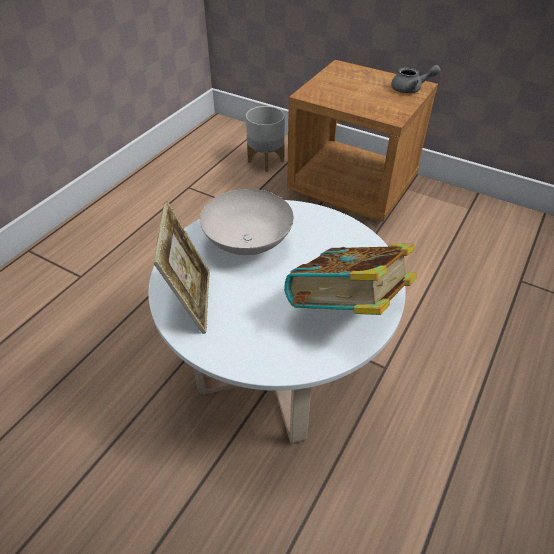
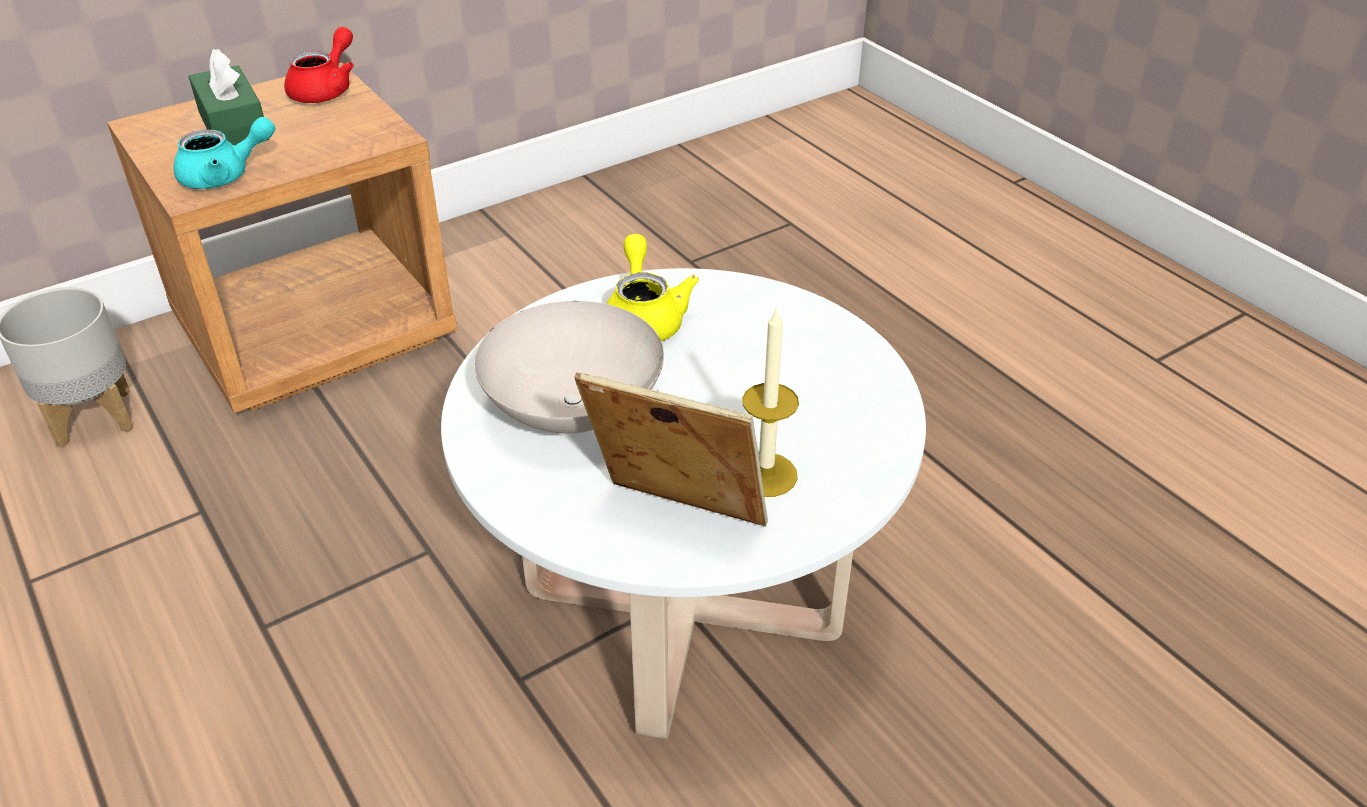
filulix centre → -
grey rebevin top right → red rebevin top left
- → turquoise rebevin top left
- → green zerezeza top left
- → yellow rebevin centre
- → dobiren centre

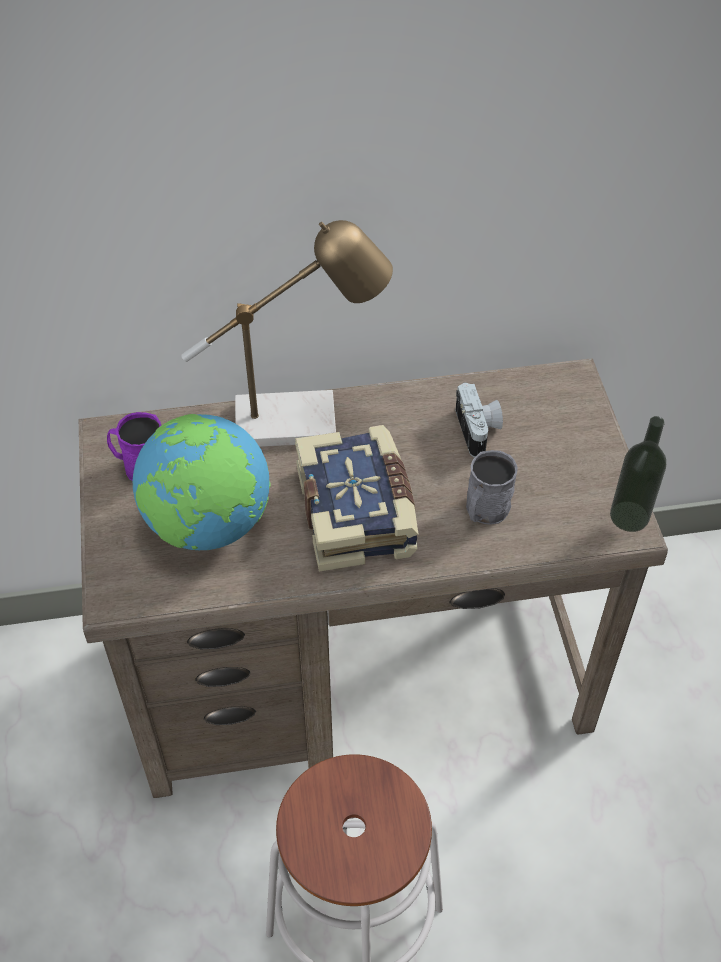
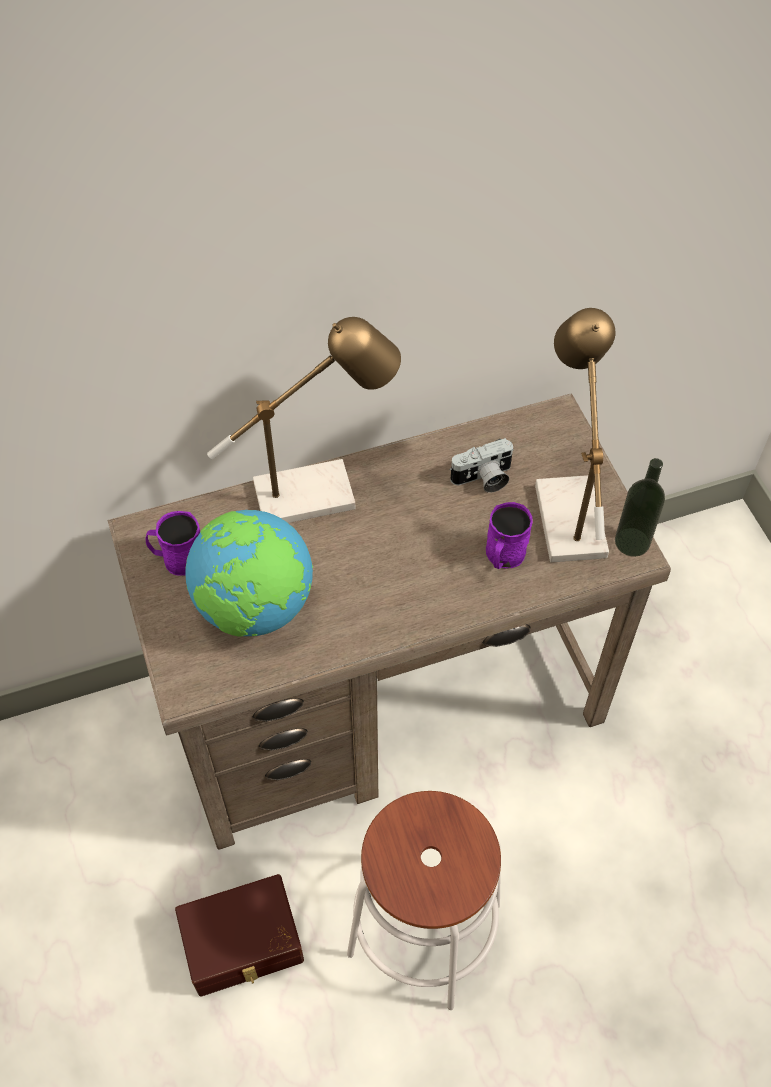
filulix centre → -
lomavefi centre, 90 degrees clockwise
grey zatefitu middle right → purple zatefitu (no. 2 from left) centre
- → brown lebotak bottom left
- → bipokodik (no. 2 from left) middle right

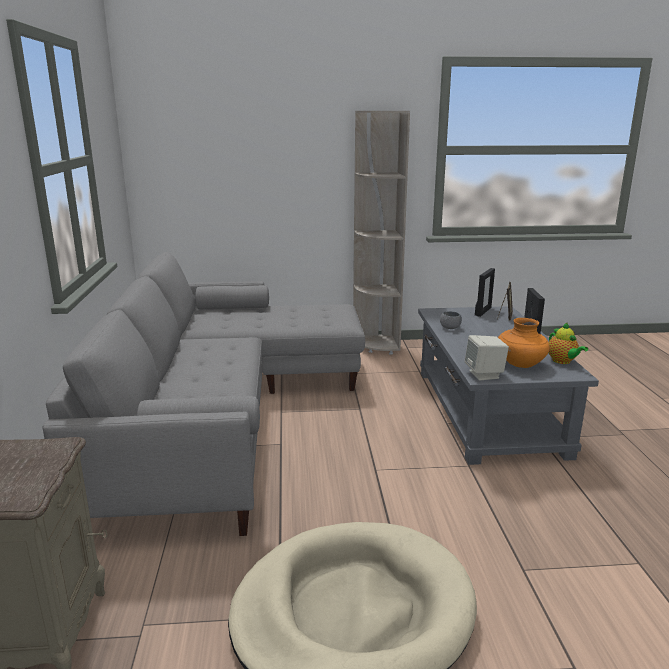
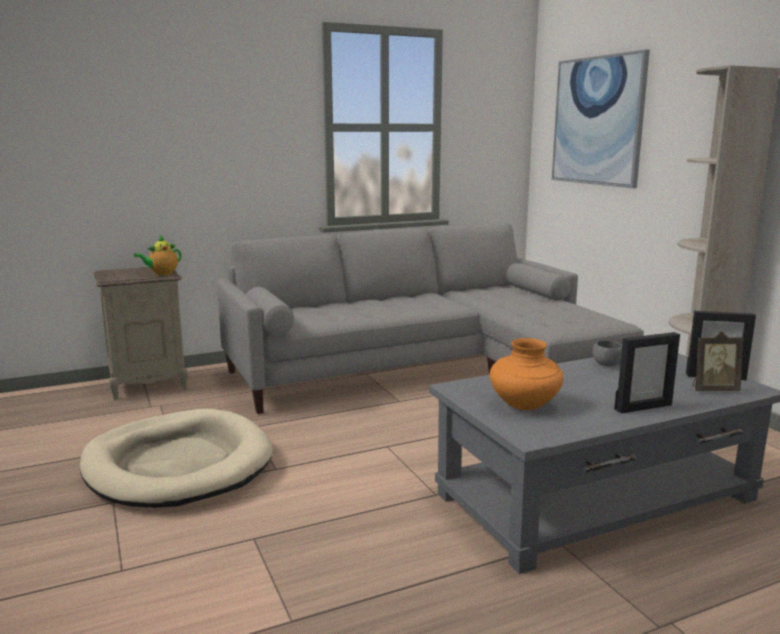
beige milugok middle right → -
rebevin middle right → rebevin middle left, shifted
- → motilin top right

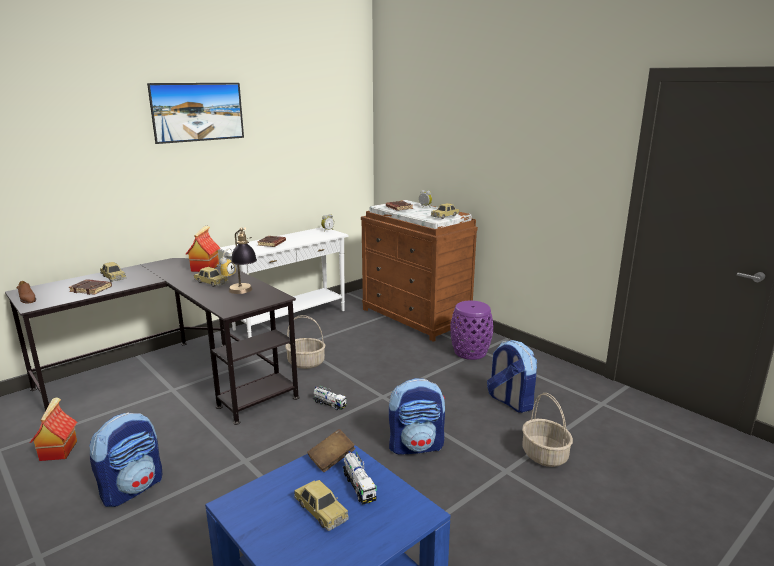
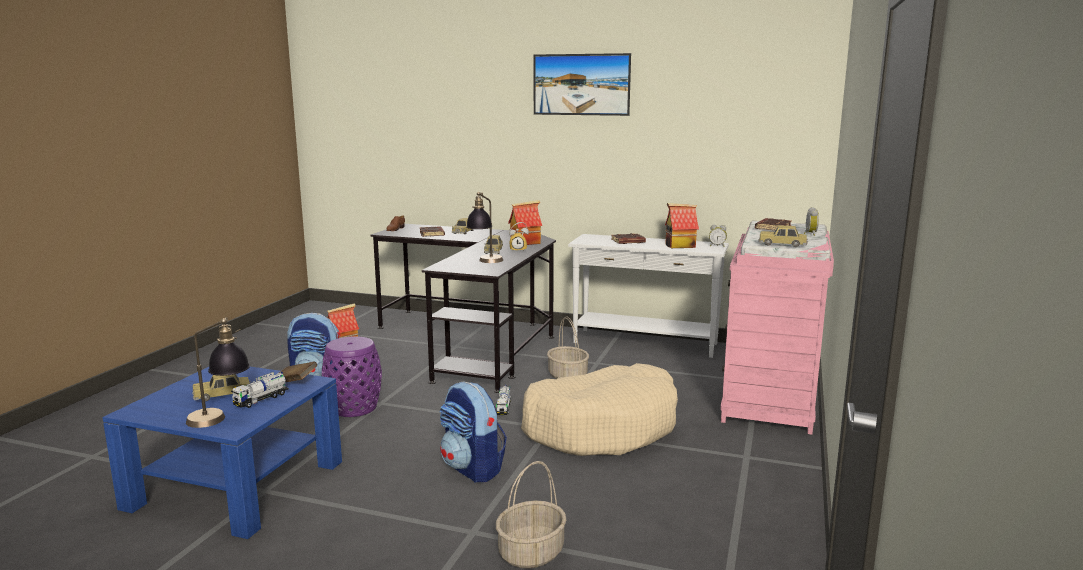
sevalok (no. 3 from left in the first image) bottom centre → sevalok (no. 1 from left) bottom left, 45 degrees clockwise
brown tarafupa centre → pink tarafupa middle right
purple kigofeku centre → purple kigofeku middle left, shifted
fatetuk (no. 3 from left) centre → -
- → bipokodik (no. 1 from left) middle left
- → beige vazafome bottom centre
- → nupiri (no. 3 from left) centre

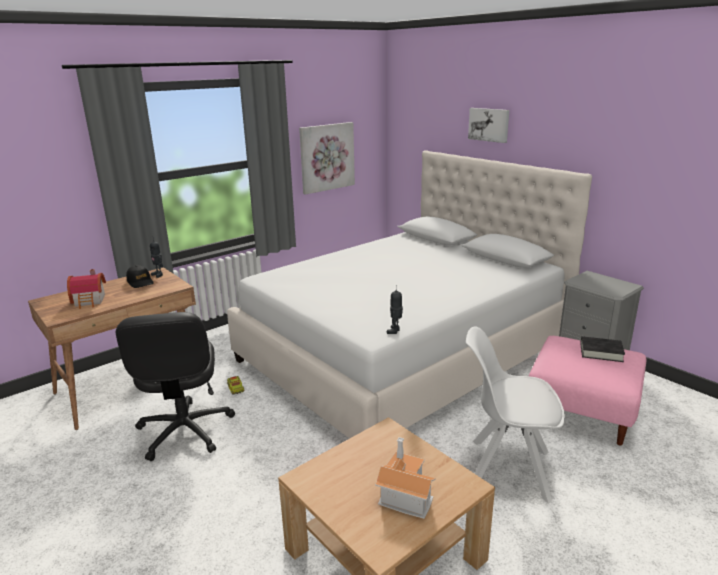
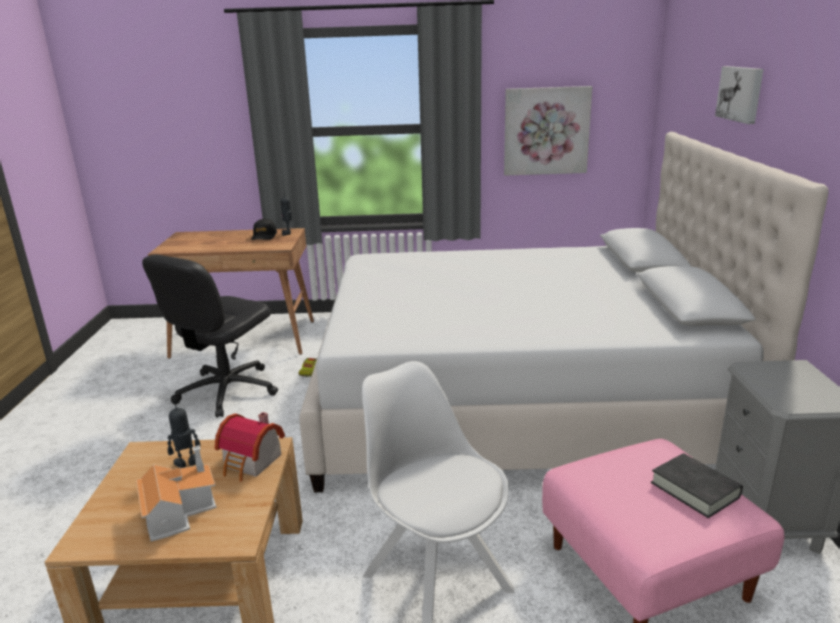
nupiri (no. 1 from left in the first image) middle left → nupiri (no. 2 from left) bottom left, shifted
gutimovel (no. 2 from left in the first image) centre → gutimovel (no. 1 from left) bottom left, shifted

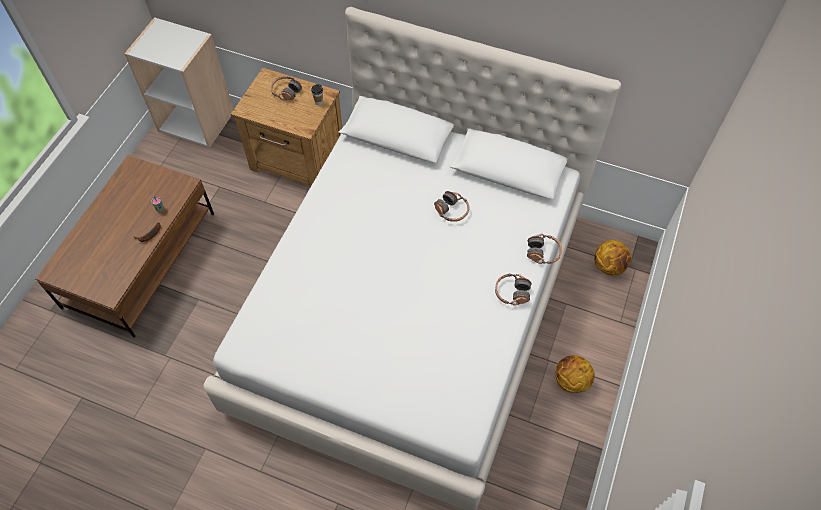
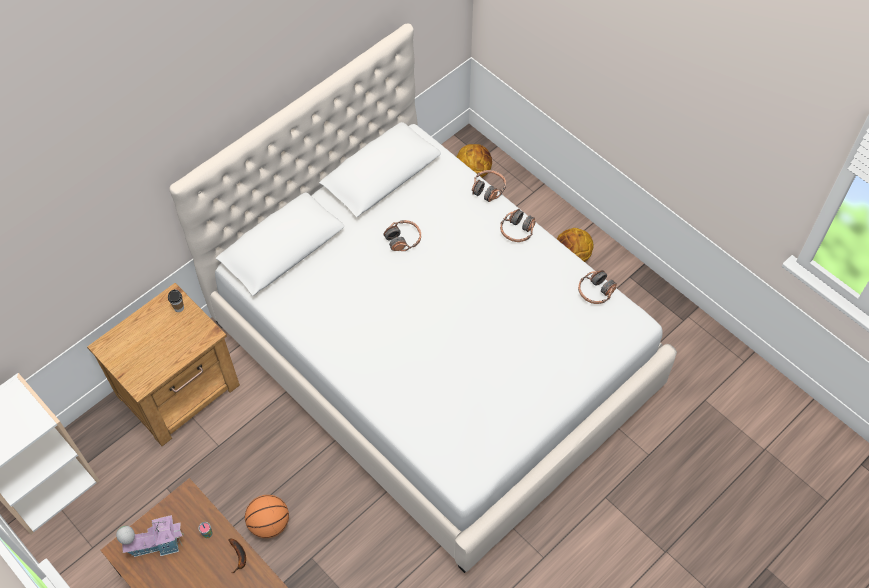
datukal (no. 1 from left in the first image) top centre → datukal (no. 4 from left) middle right, shifted
- → nupiri bottom left
- → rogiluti (no. 1 from left) bottom left

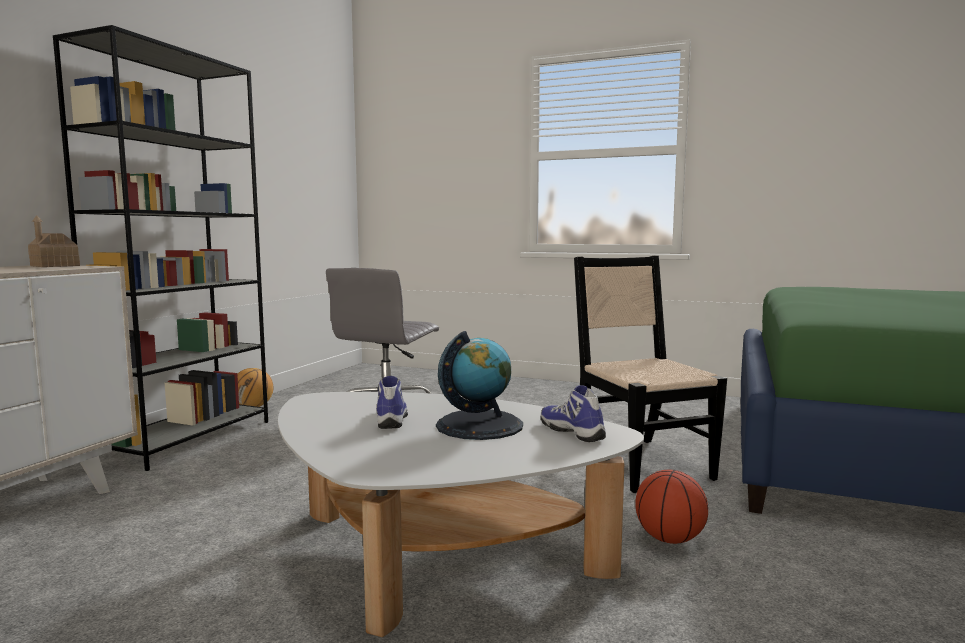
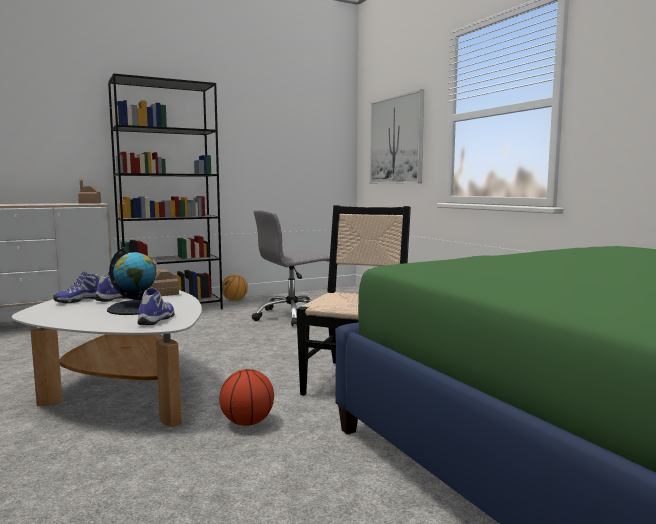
- → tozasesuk (no. 1 from left) middle left
- → nupiri (no. 2 from left) middle left
- → motilin top centre

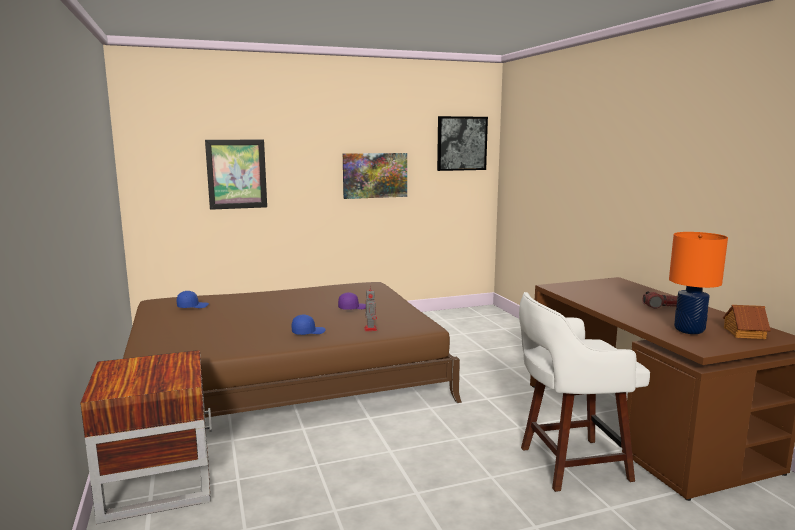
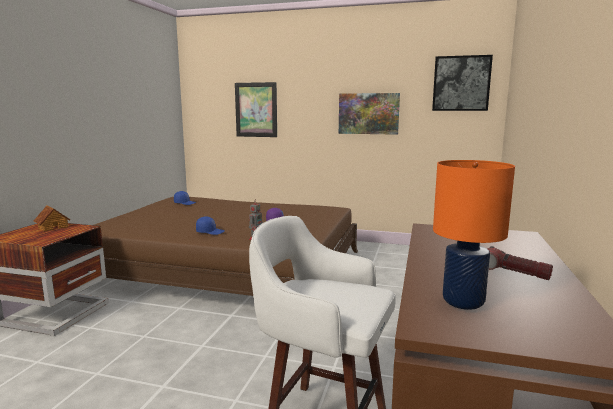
nupiri middle right → nupiri middle left, shifted

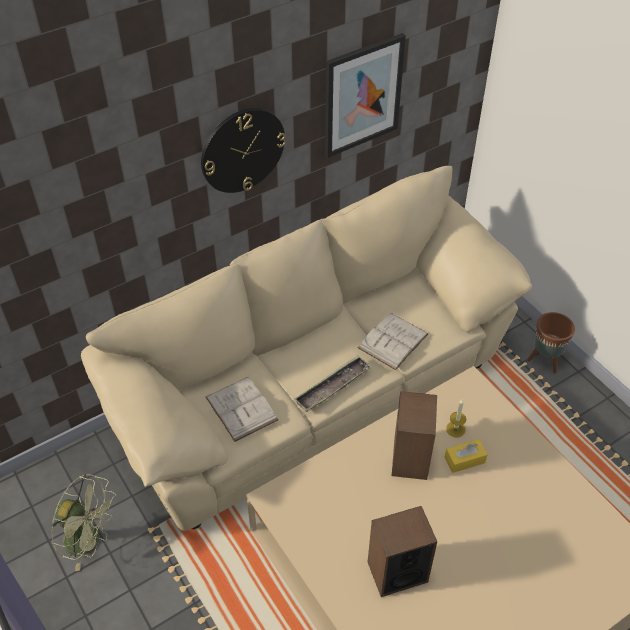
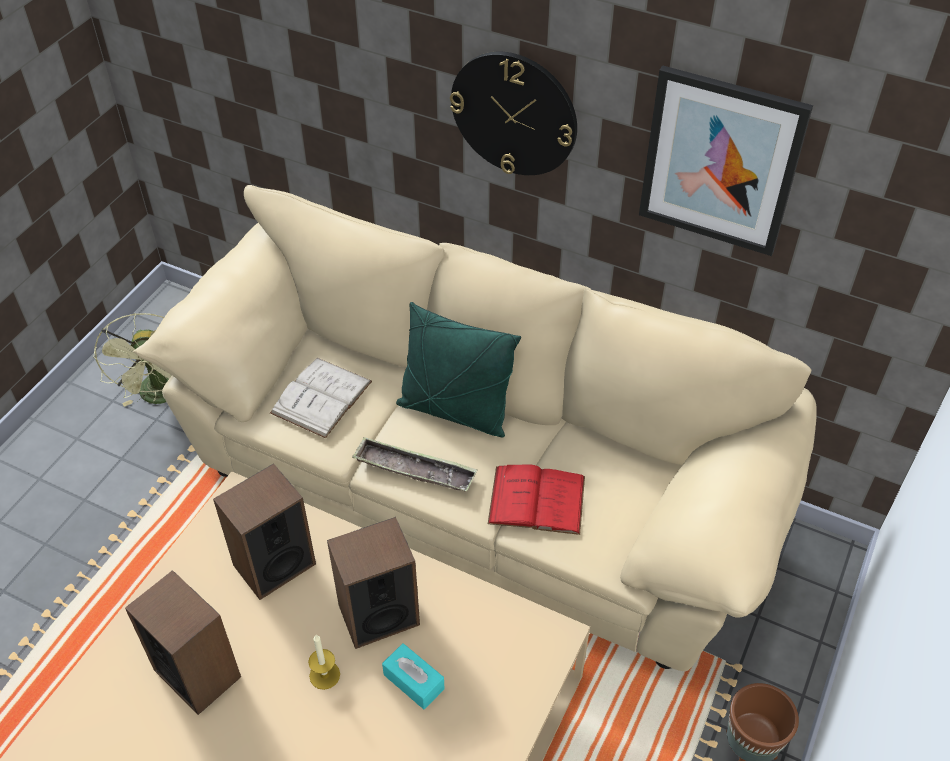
white filulix (no. 2 from left) centre → red filulix centre
yellow zerezeza bottom right → turquoise zerezeza bottom centre
dobiren middle right → dobiren bottom centre, shifted
- → milugok (no. 2 from left) bottom left
- → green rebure centre

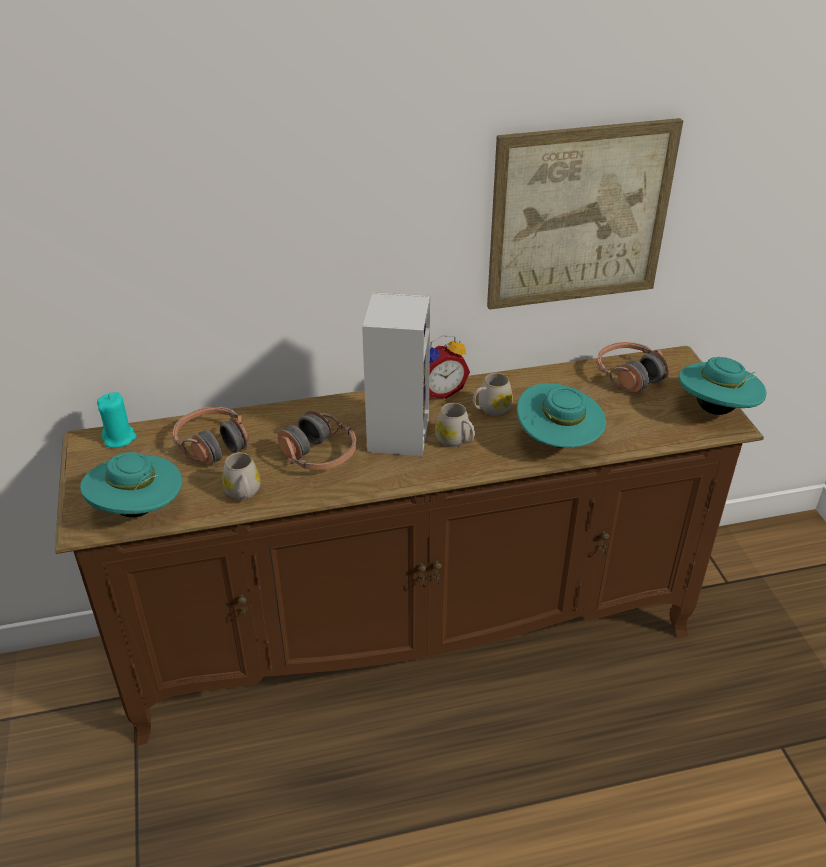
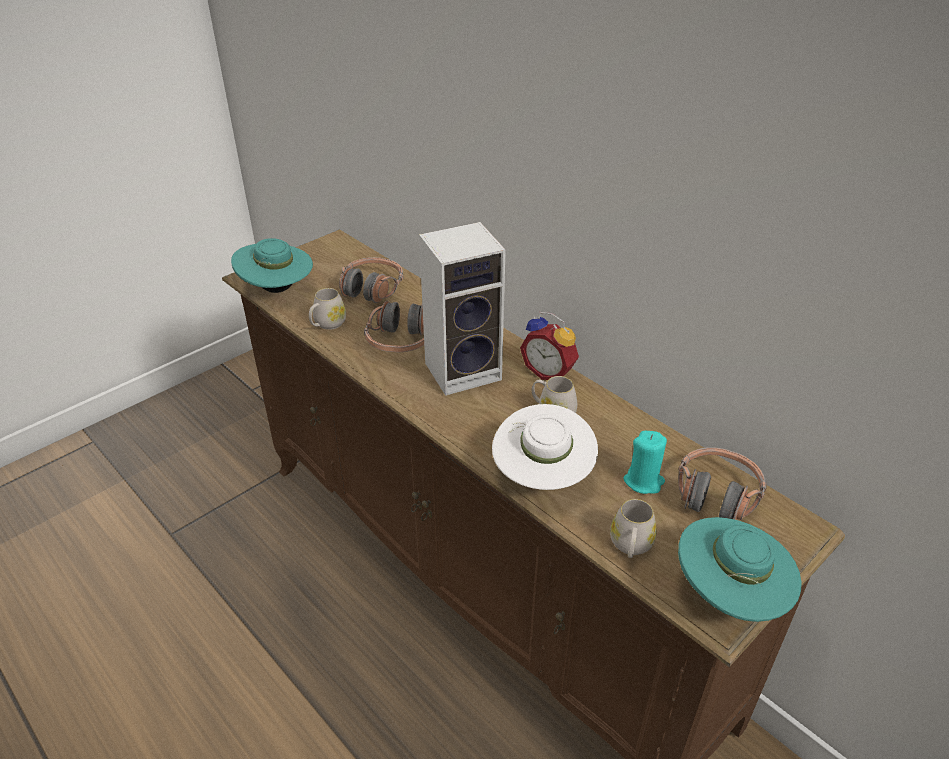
turquoise dobiren middle left → turquoise dobiren middle right, shifted
white zatefitu (no. 2 from left in the first image) centre → white zatefitu (no. 3 from left) bottom right, shifted
motilin top right → -
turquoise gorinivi (no. 2 from left) middle right → white gorinivi centre

